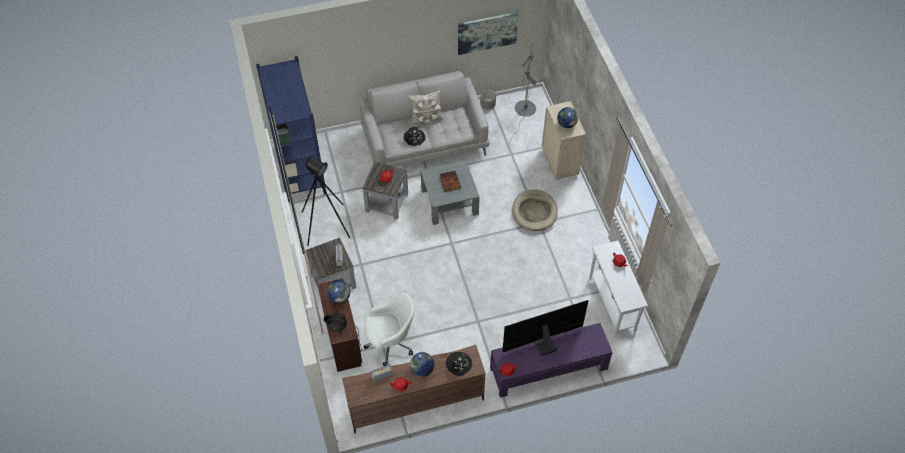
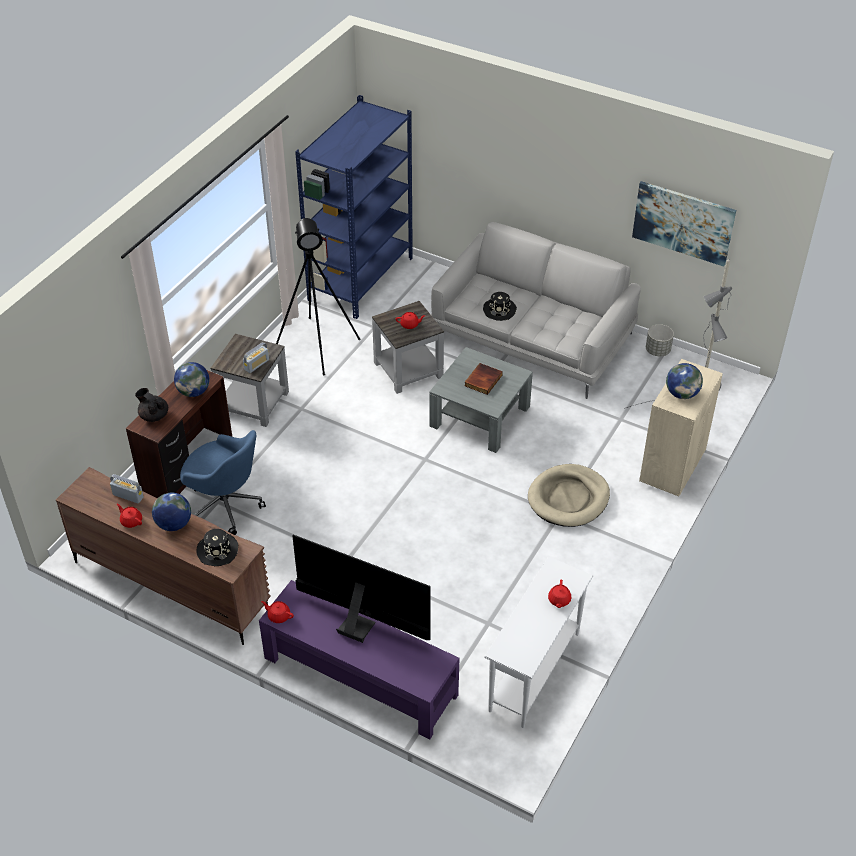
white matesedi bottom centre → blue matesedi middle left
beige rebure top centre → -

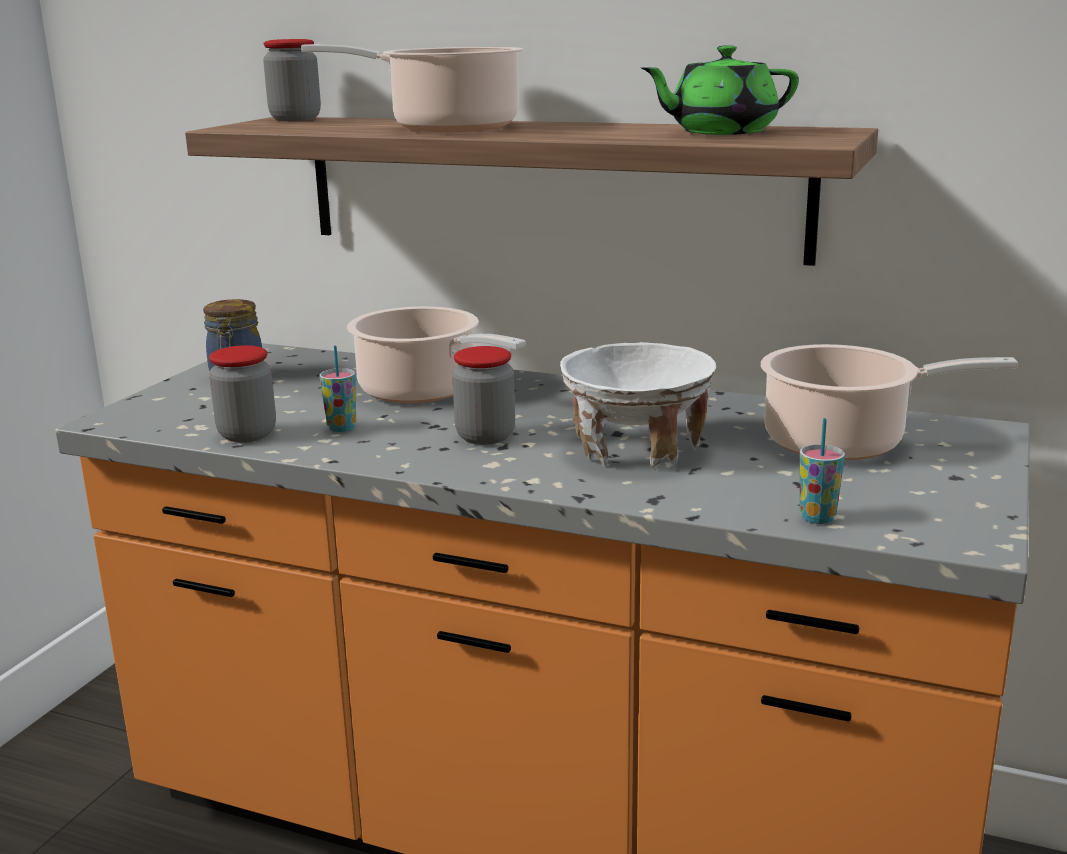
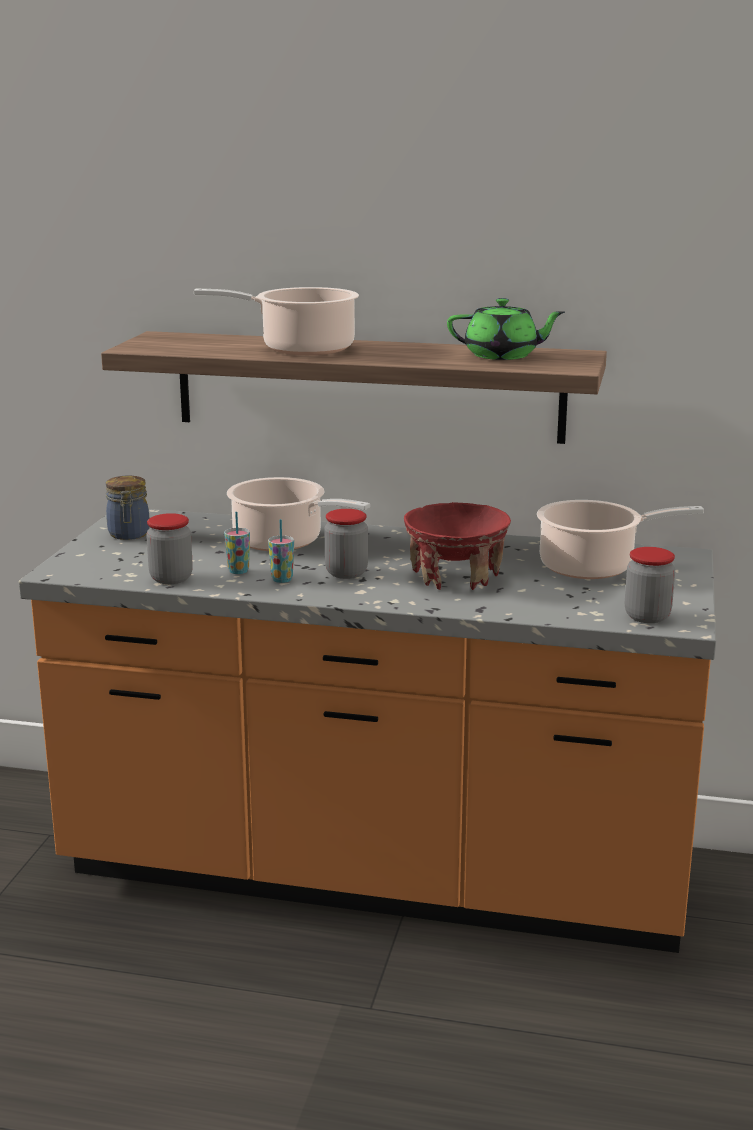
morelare (no. 3 from left in the first image) top left → morelare (no. 4 from left) middle right, shifted
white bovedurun centre → red bovedurun centre
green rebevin top right, 150 degrees counterclockwise
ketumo (no. 2 from left) middle right → ketumo (no. 2 from left) centre, shifted

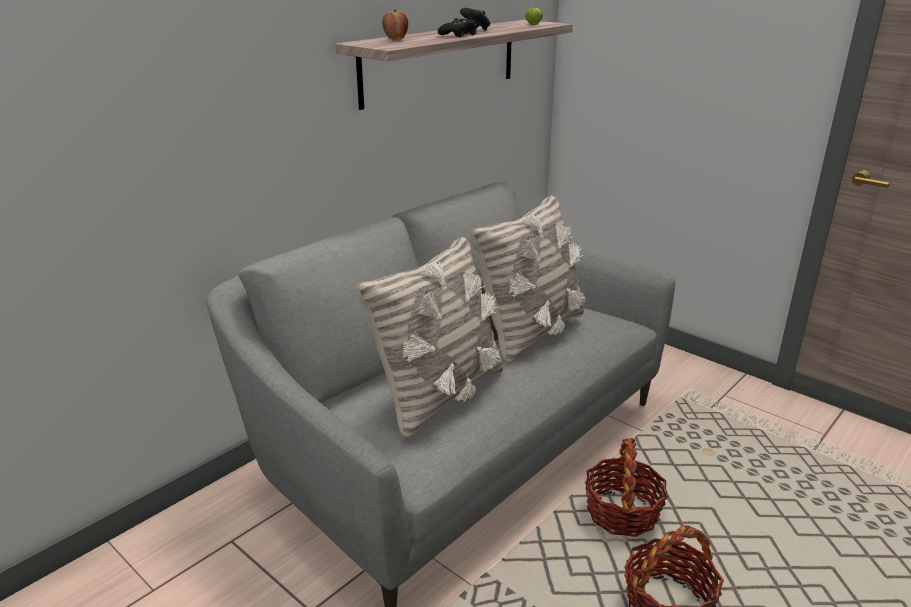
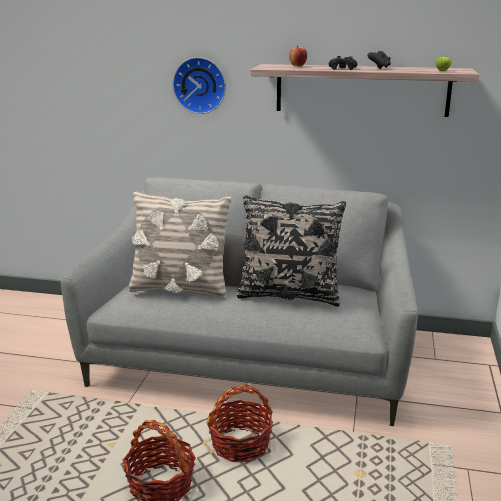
beige rebure (no. 2 from left) centre → black rebure centre
- → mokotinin top centre

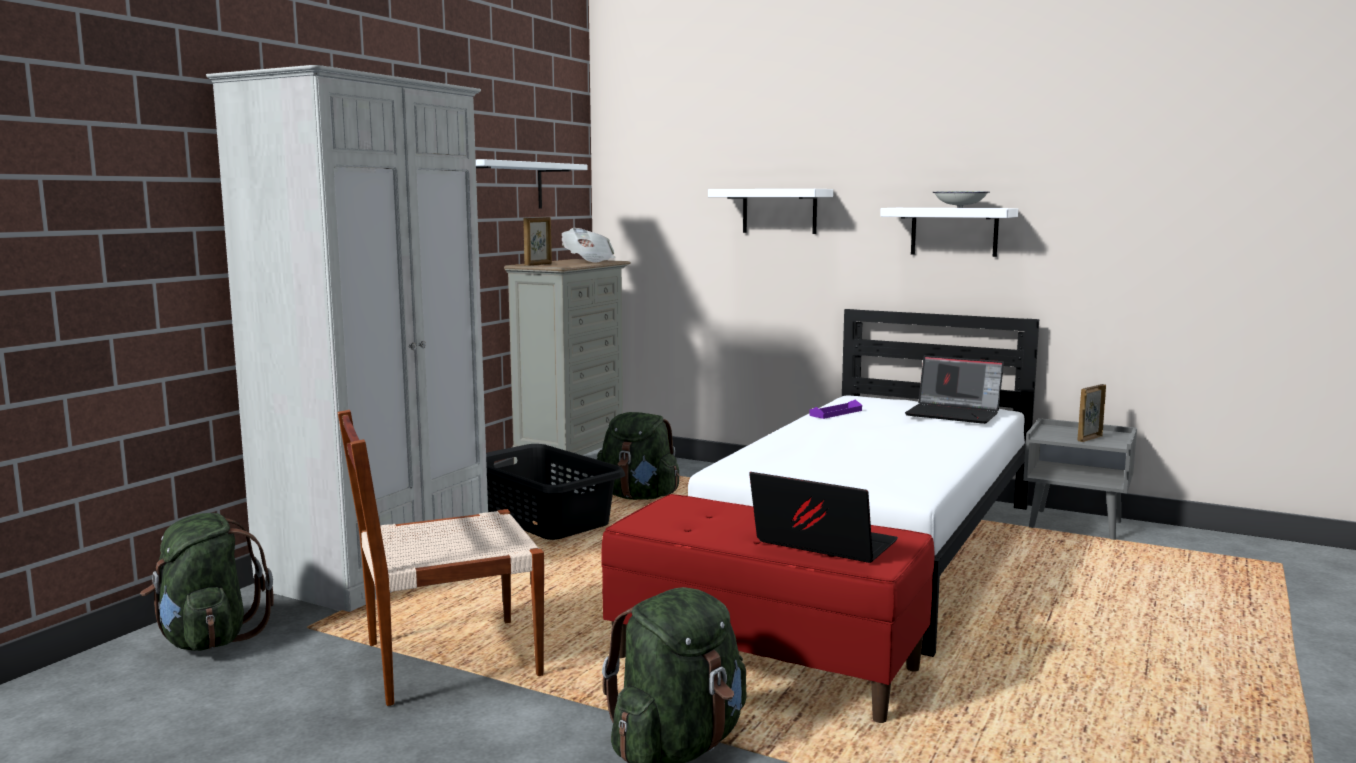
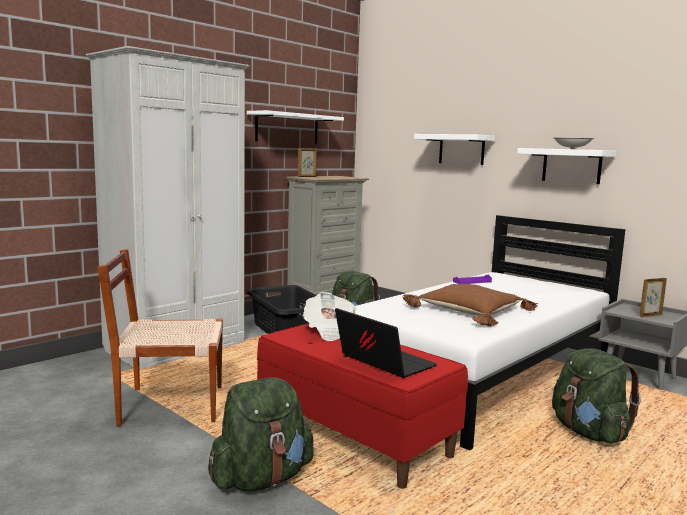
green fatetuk (no. 1 from left in the first image) bottom left → green fatetuk (no. 3 from left) bottom right, shifted
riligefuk top centre → riligefuk centre, shifted
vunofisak (no. 2 from left) middle right → -
- → brown rebure middle right

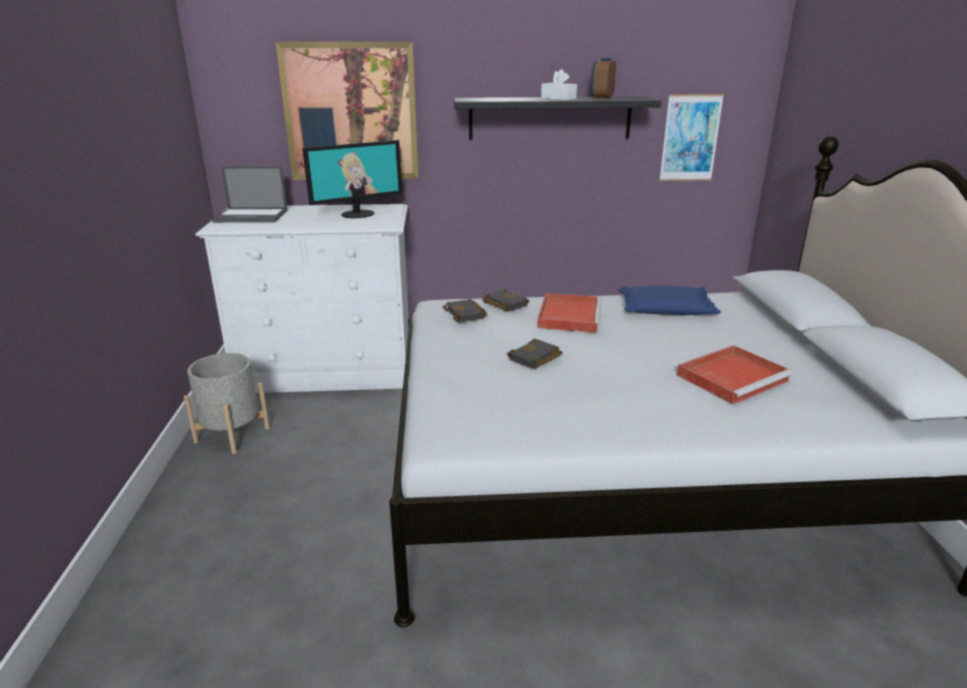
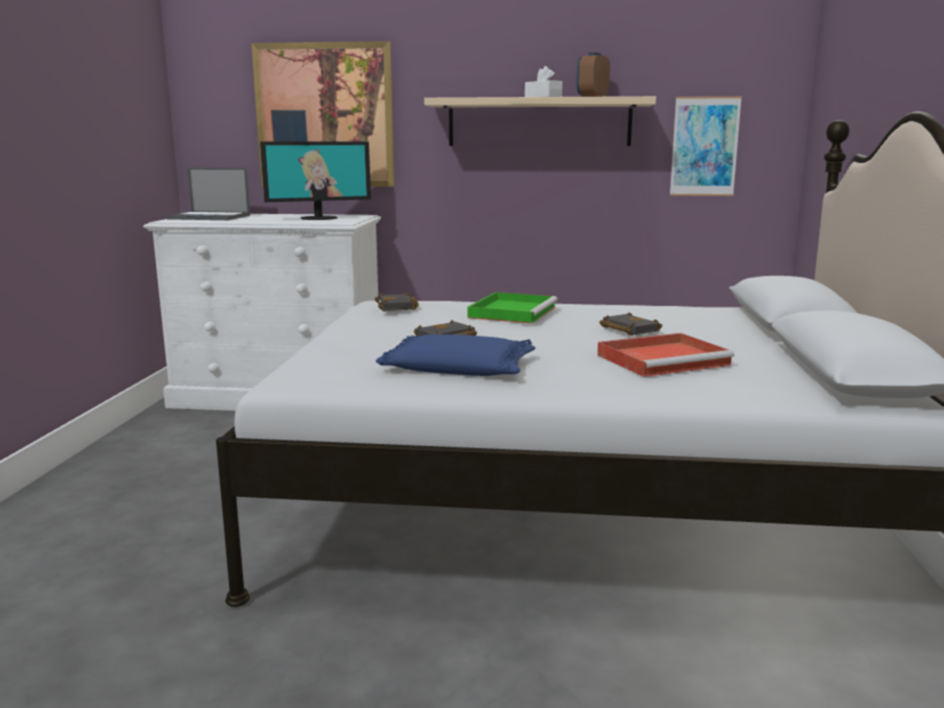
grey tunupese middle left → -
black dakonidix top centre → beige dakonidix top centre
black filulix (no. 2 from left in the first image) centre → black filulix (no. 3 from left) middle right, shifted
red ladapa (no. 1 from left) centre → green ladapa centre
blue rebure middle right → blue rebure centre, shifted

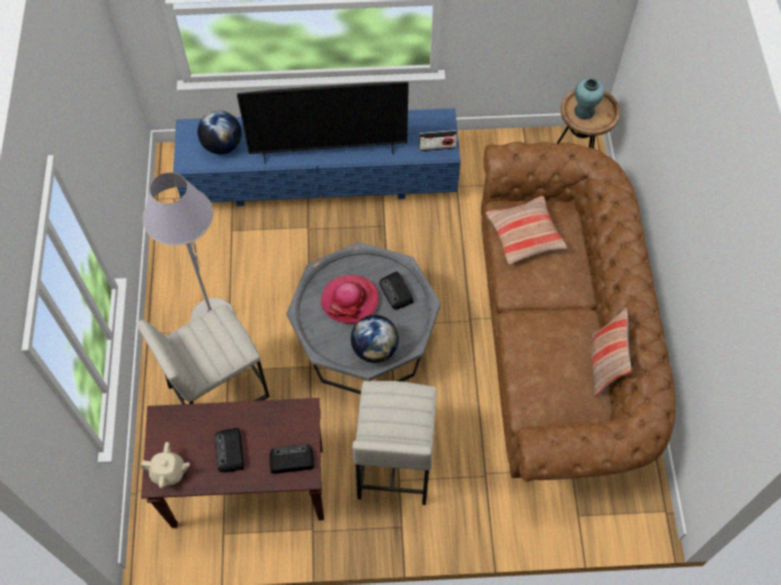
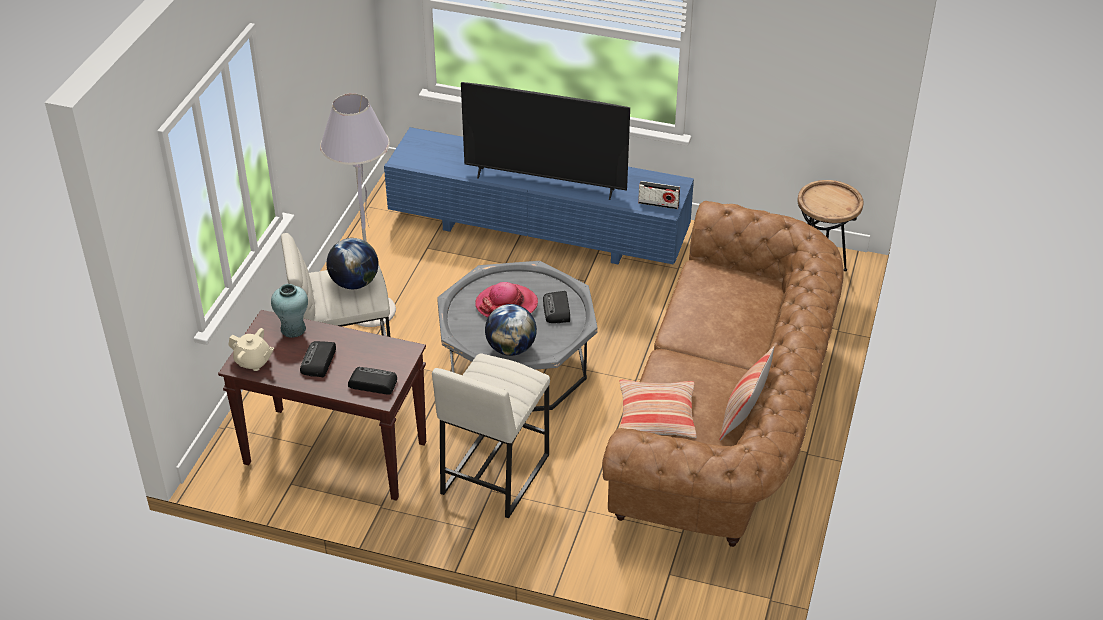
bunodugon (no. 1 from left) top left → bunodugon (no. 1 from left) middle left, shifted
rebure (no. 1 from left) middle right → rebure (no. 1 from left) centre, shifted
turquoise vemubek top right → turquoise vemubek middle left, shifted

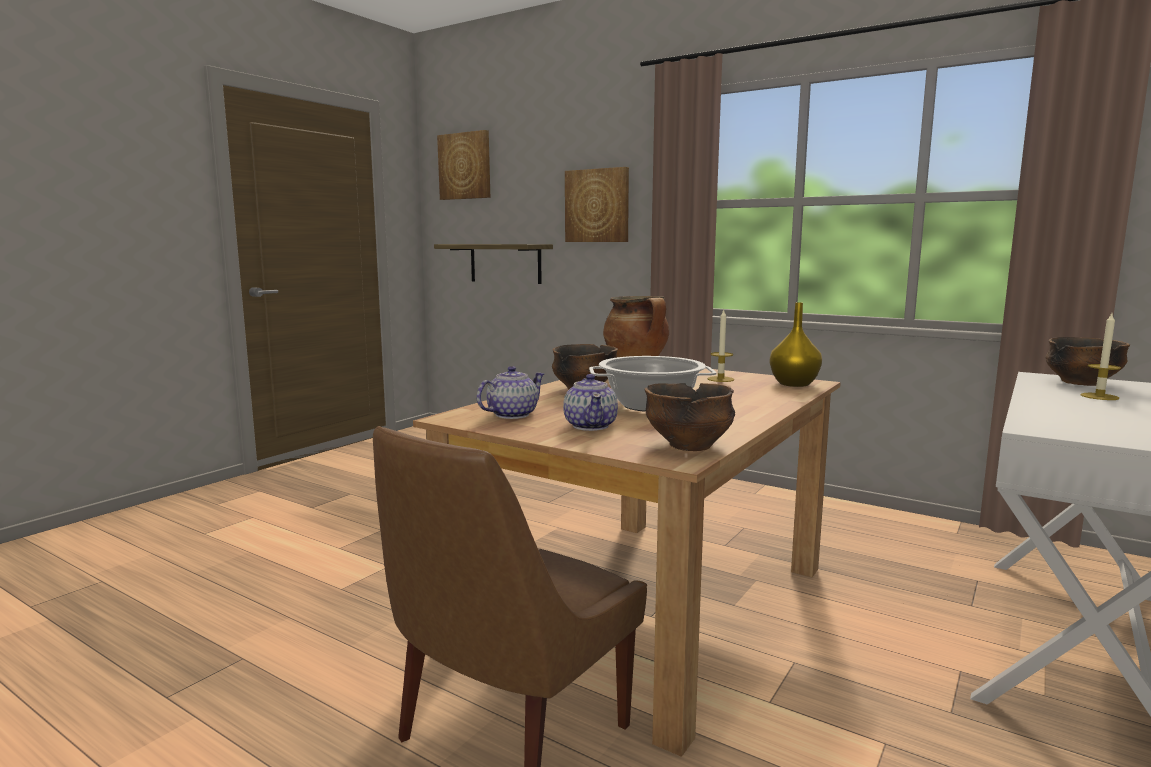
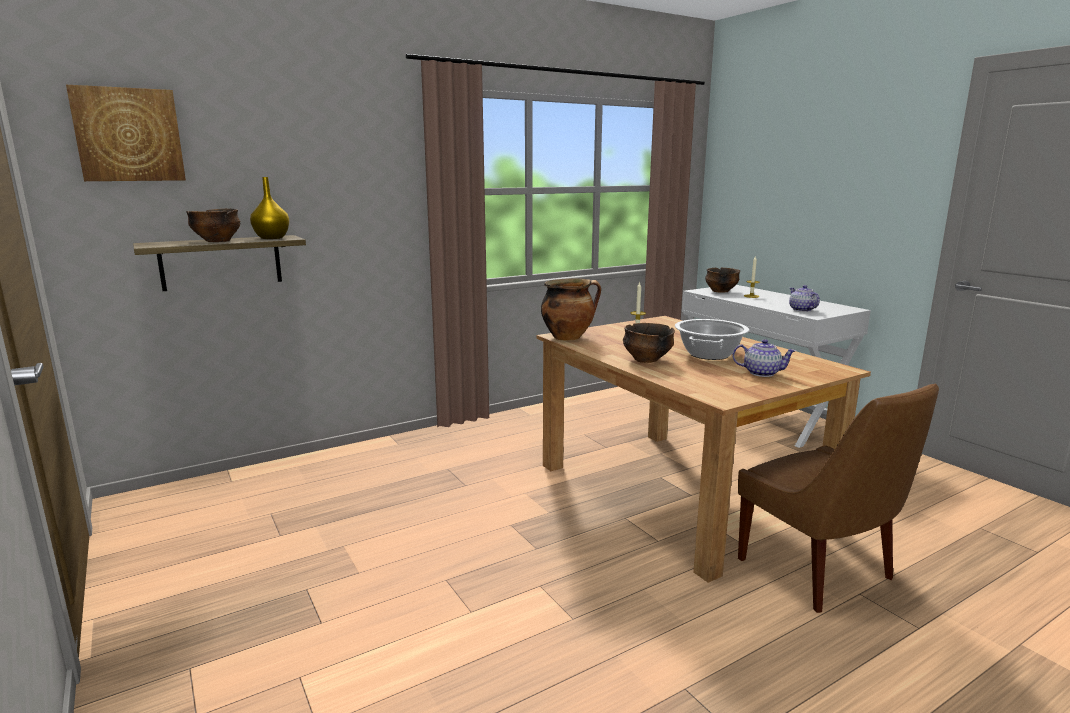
rebevin (no. 1 from left in the first image) centre → rebevin (no. 2 from left) middle right, shifted
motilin (no. 2 from left) top centre → -
bovedurun (no. 2 from left in the first image) centre → bovedurun (no. 1 from left) top left, shifted
yellow vemubek middle right → yellow vemubek top left, shifted

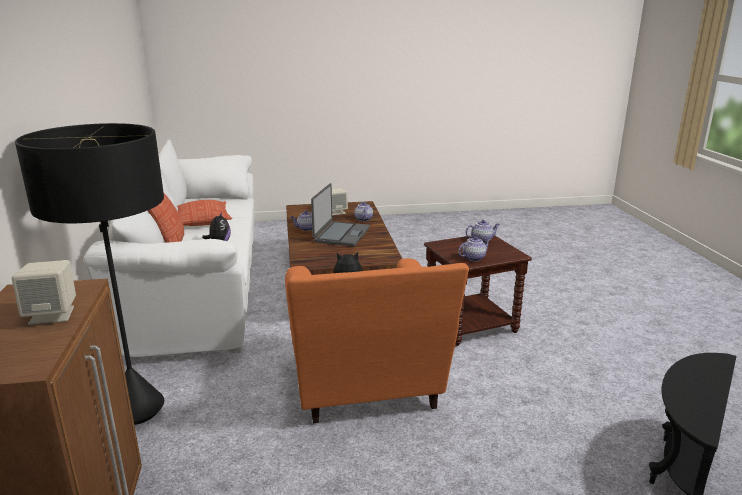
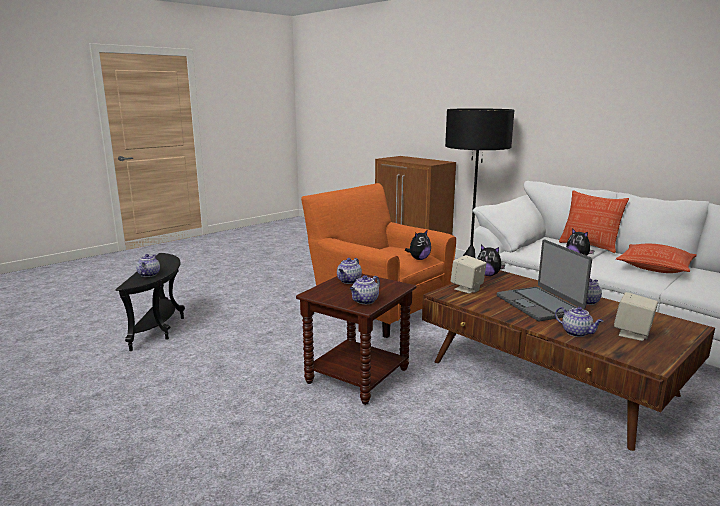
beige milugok (no. 1 from left) middle left → beige milugok (no. 1 from left) centre, shifted
- → rebevin (no. 1 from left) middle left
- → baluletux (no. 2 from left) middle right

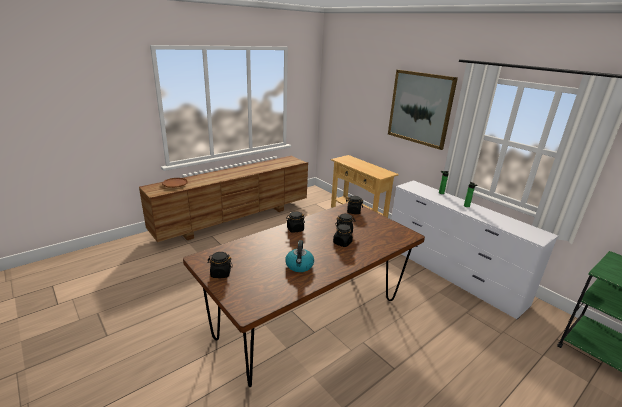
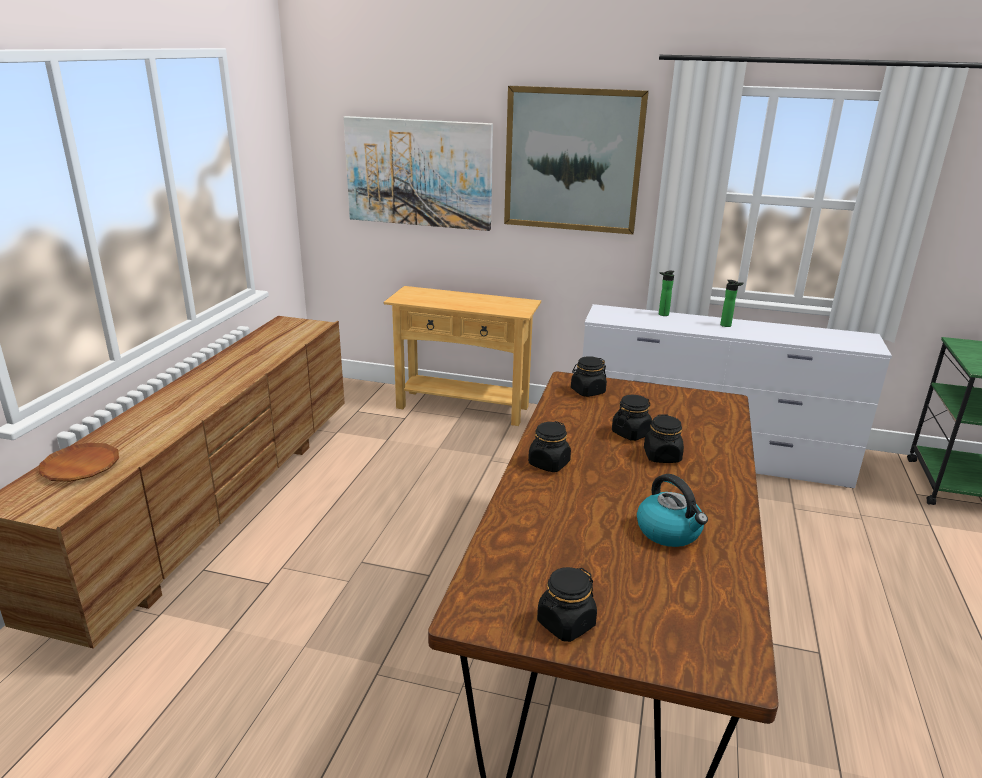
- → motilin (no. 1 from left) top centre

